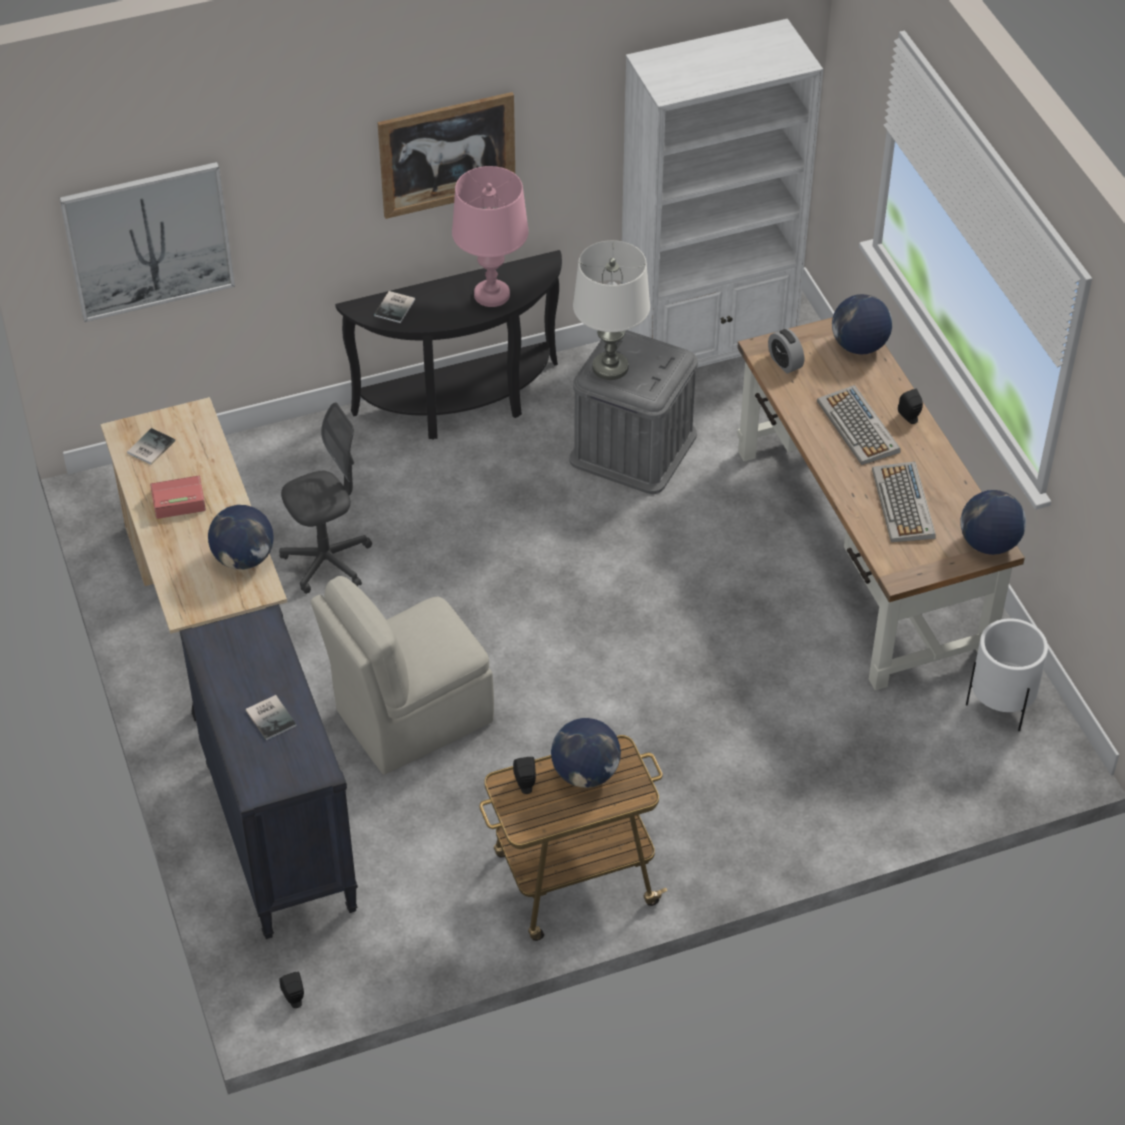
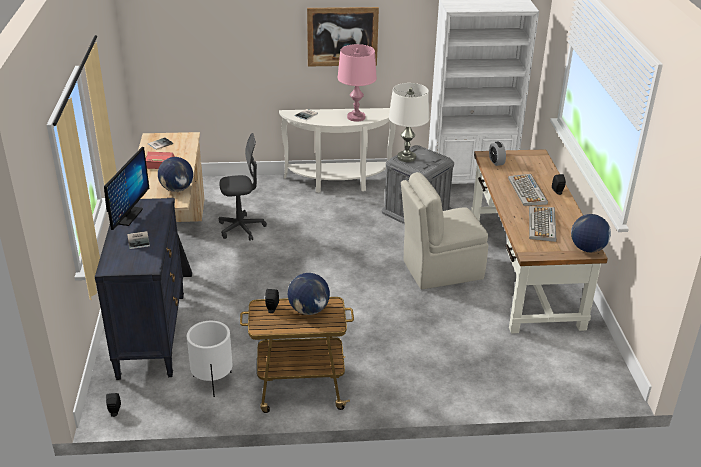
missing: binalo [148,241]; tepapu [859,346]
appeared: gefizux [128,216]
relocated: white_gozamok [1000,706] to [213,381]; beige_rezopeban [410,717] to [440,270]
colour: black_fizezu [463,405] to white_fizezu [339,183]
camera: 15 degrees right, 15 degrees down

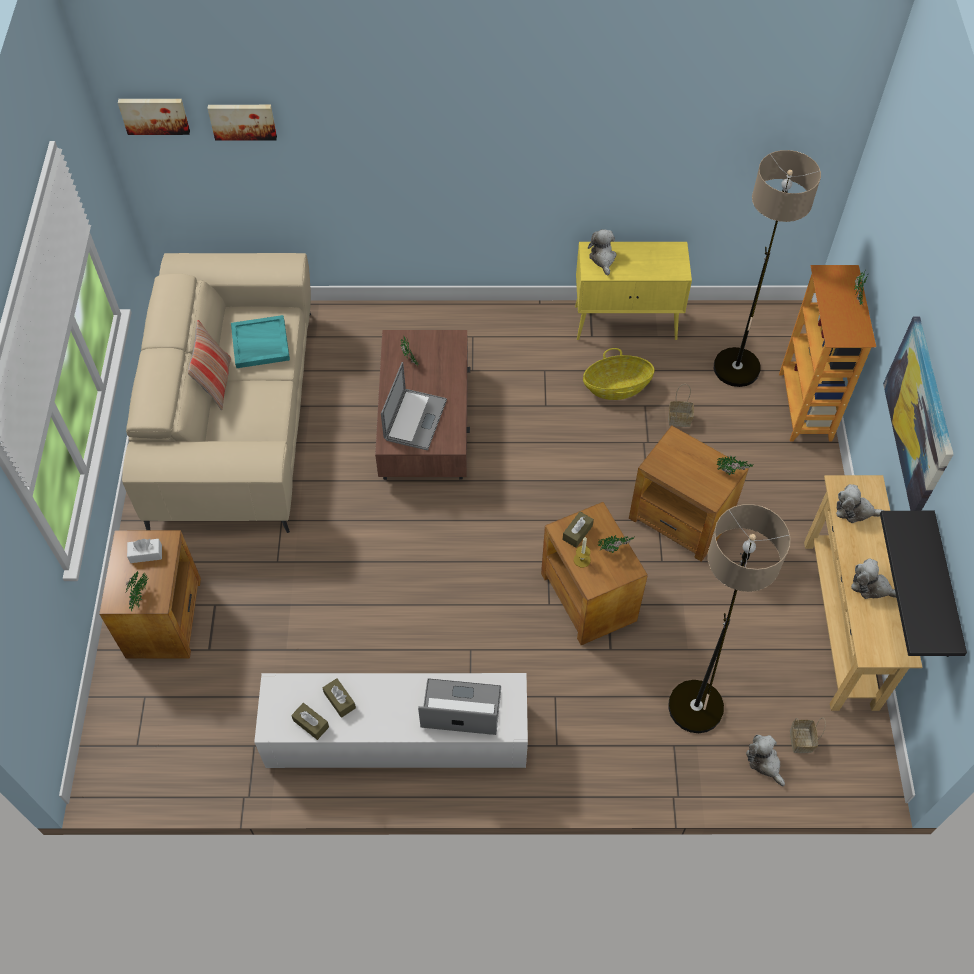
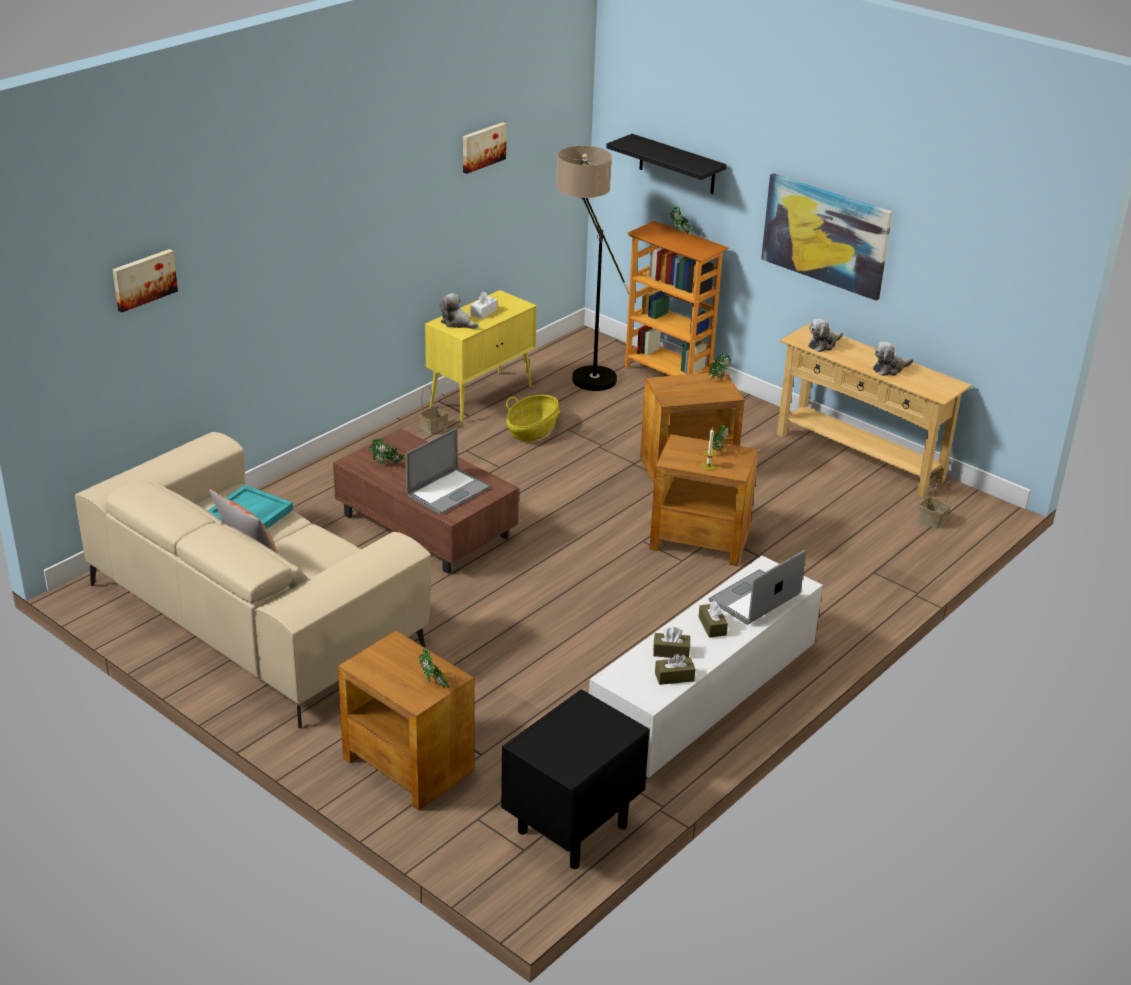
missing: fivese [700,687]; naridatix [764,762]
appeared: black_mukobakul [571,829]
relocated: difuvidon [680,419] to [434,427]; binalo [154,114] to [482,147]; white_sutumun [146,554] to [483,312]; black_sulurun [943,590] to [677,165]; brown_sutumun [577,532] to [712,626]
spun: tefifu [415,419] = [448,492] 75 degrees clockwise
camera: 50 degrees left, 25 degrees down

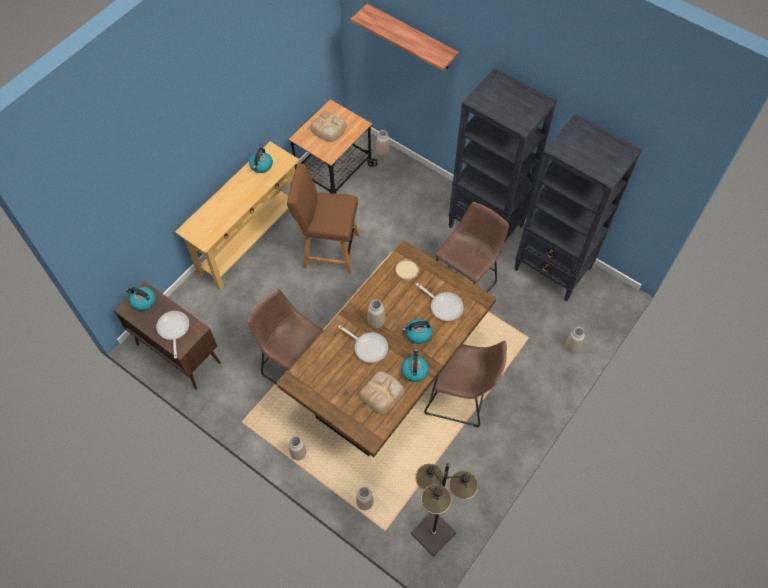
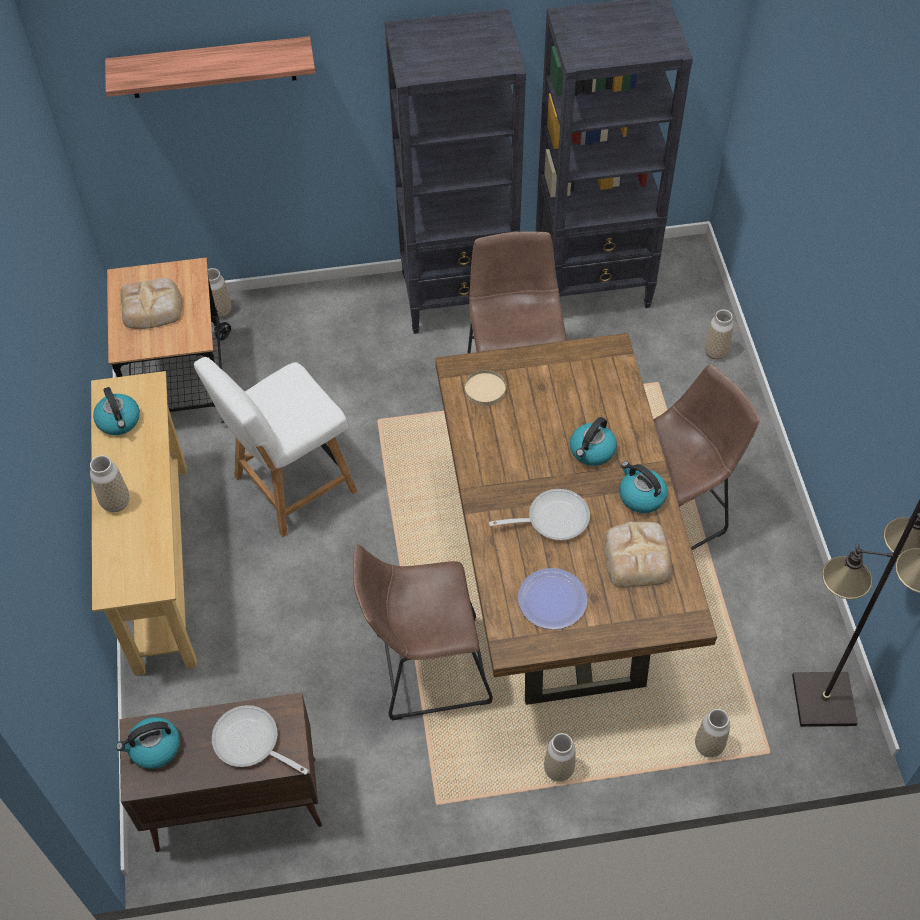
missing: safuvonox [444,306]
appeared: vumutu [552,599]
relocated: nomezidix [376,322] to [116,502]
colour: brown_rezopeban [328,250] to white_rezopeban [290,487]
camera: 45 degrees left, 5 degrees down

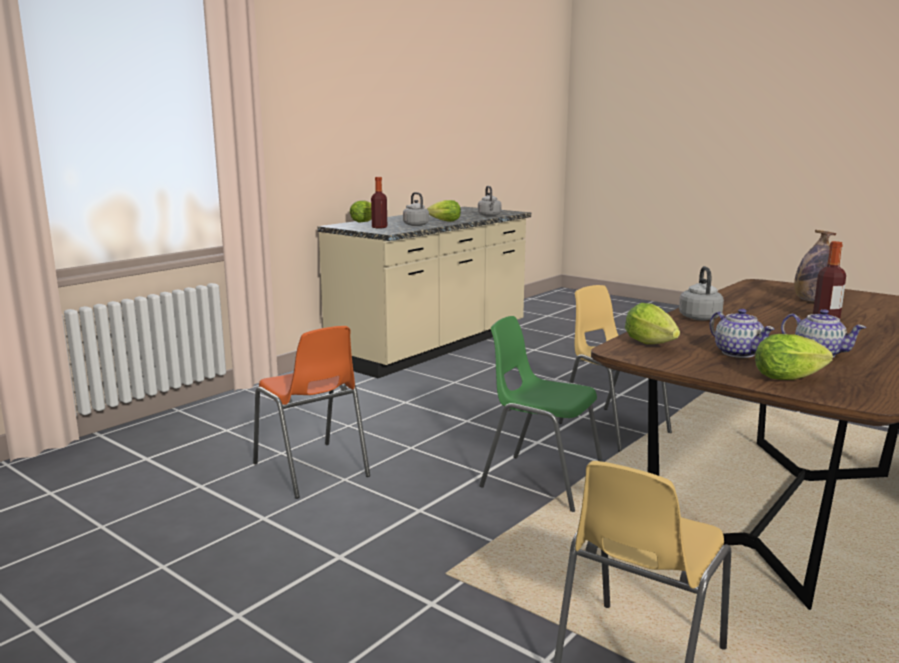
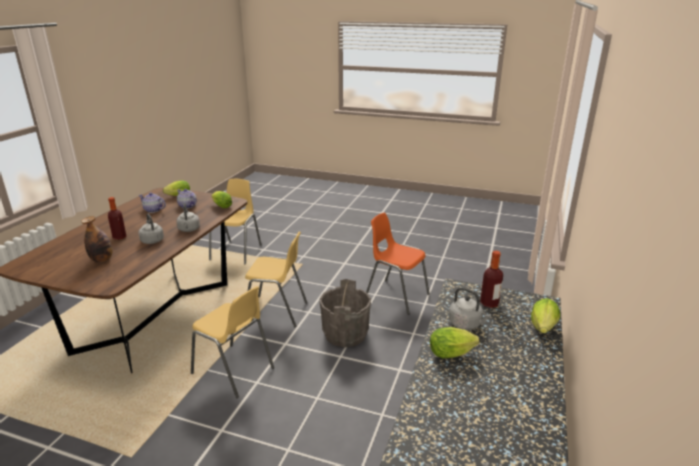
appeared: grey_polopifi [345,334]
relocated: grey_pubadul [489,215] to [152,240]
colour: green_rezopeban [541,481] to yellow_rezopeban [276,312]
camera: 160 degrees right, 10 degrees up

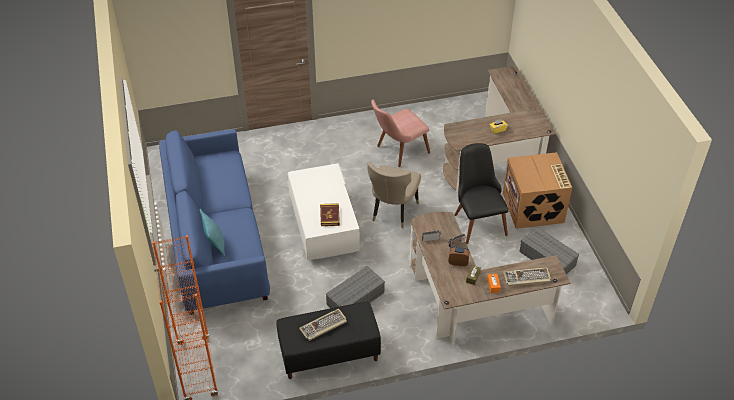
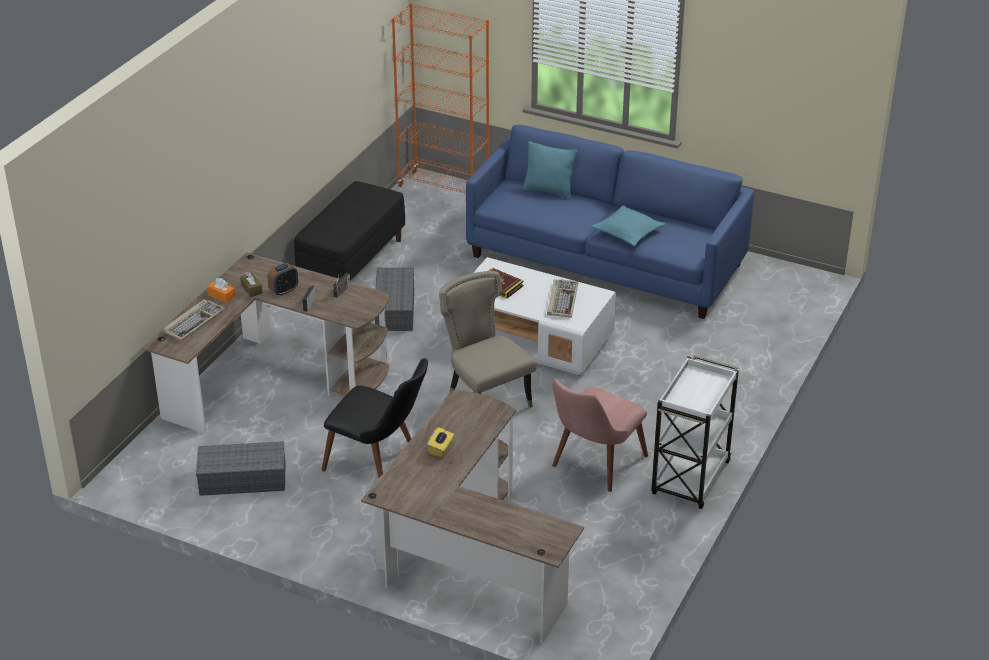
missing: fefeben [534,208]
appeared: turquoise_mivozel [628,232]; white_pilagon [690,479]
relocated: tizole [323,326] to [562,300]
spun: pink_rezopeban [397,151] = [593,467] 150 degrees counterclockwise
camera: 130 degrees right, 10 degrees down

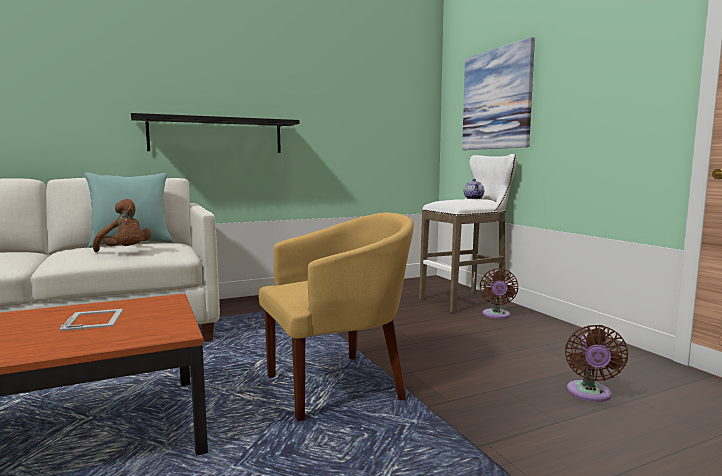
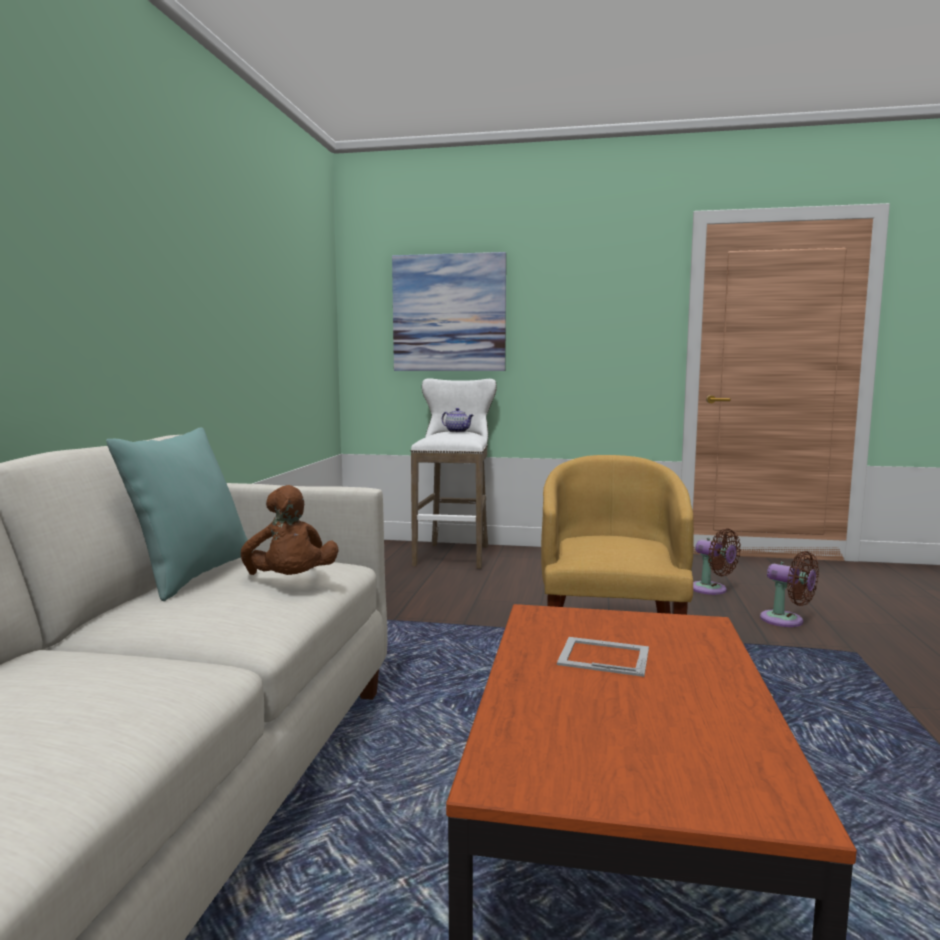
missing: black_sulurun [216,135]
relocated: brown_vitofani [496,315] to [786,621]
spun: brown_naridatix [125,251] = [290,582] 90 degrees clockwise
camera: 55 degrees left, 0 degrees up

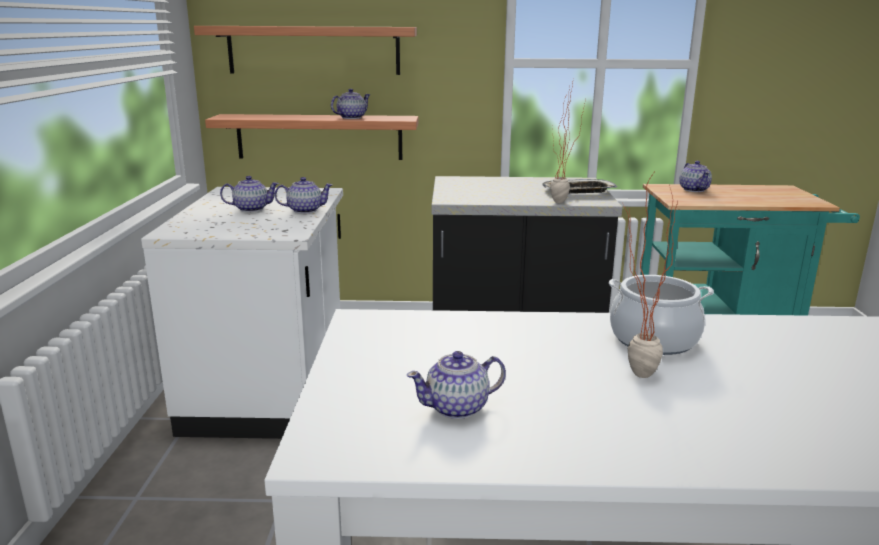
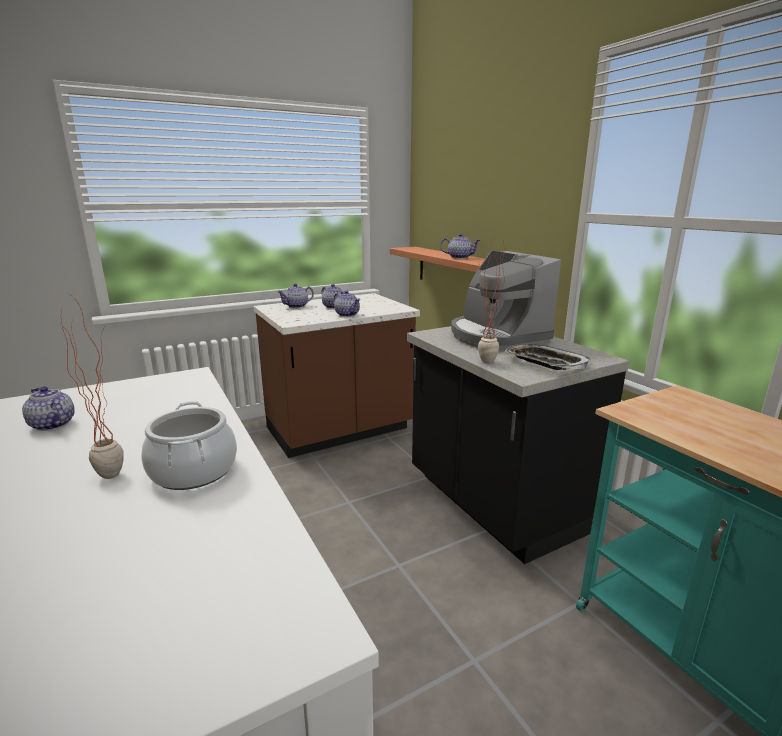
missing: sulurun [313,50]
appeared: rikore [496,336]
relocated: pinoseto [694,189] to [297,306]
colour: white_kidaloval [270,387] to brown_kidaloval [340,430]
camera: 60 degrees right, 0 degrees up

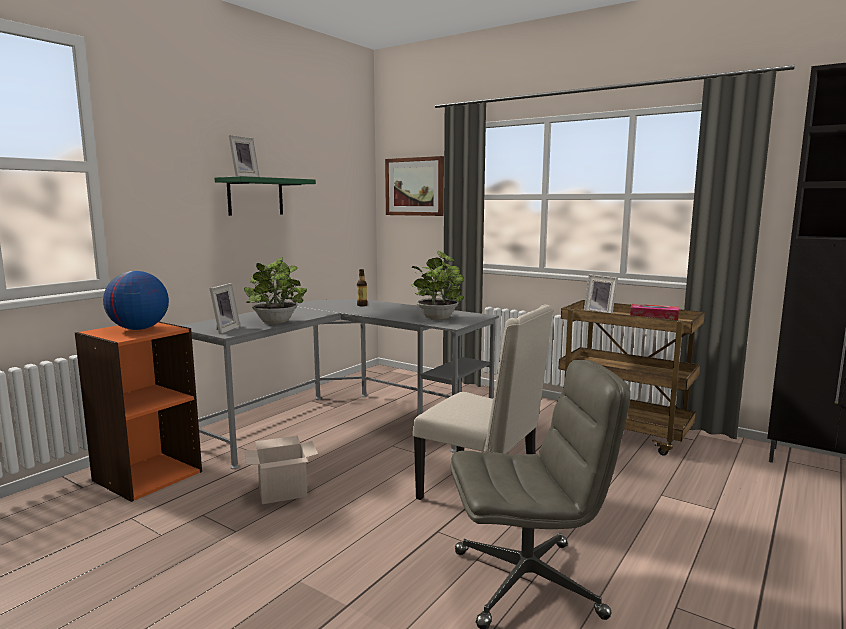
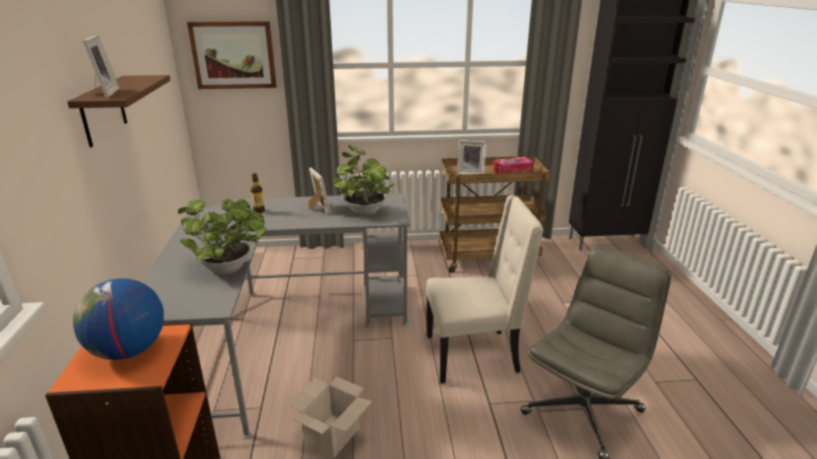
relocated: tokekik [223,329] to [318,209]
colour: green_sulurun [255,197] to brown_sulurun [103,111]
camera: 40 degrees left, 15 degrees up

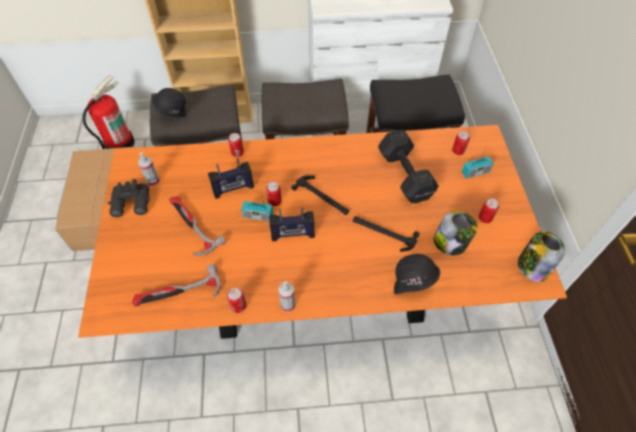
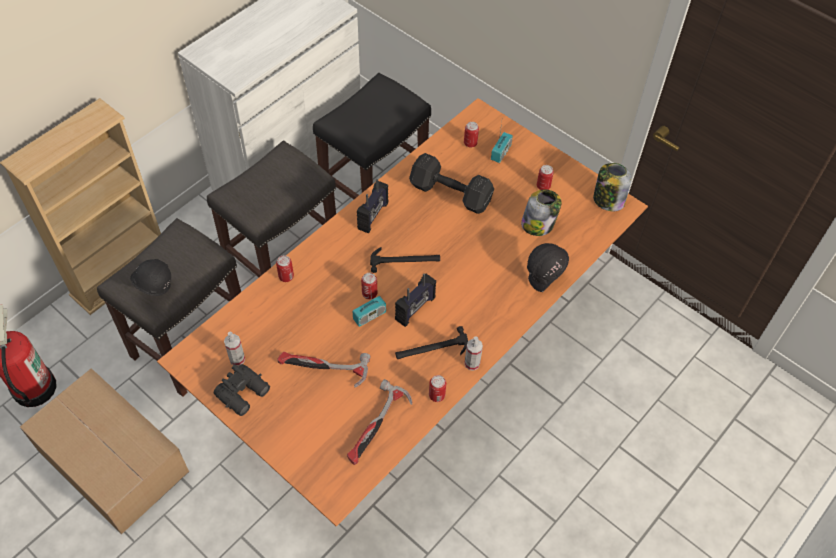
relocated: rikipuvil [233,189] to [373,216]; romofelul [383,233] to [432,349]
camera: 45 degrees left, 0 degrees up

